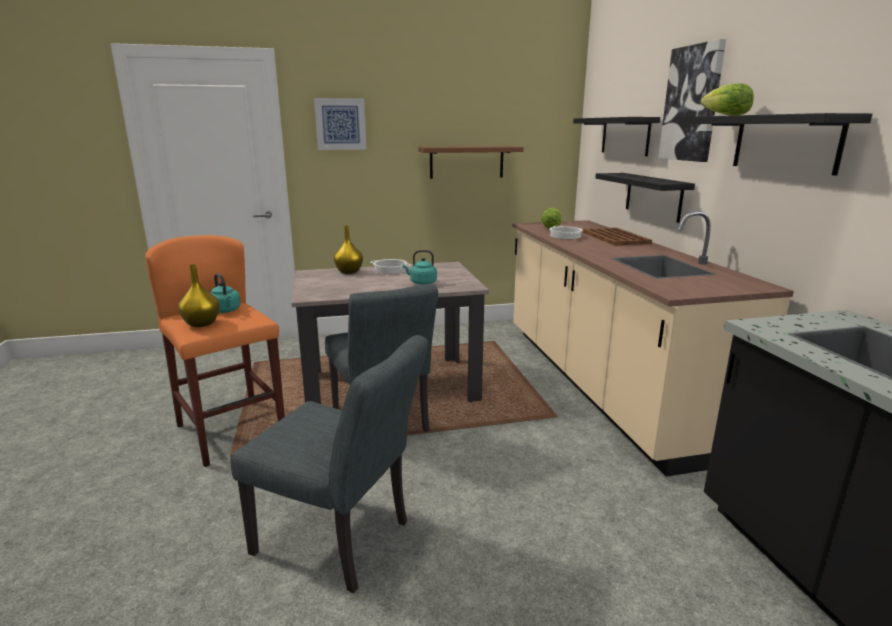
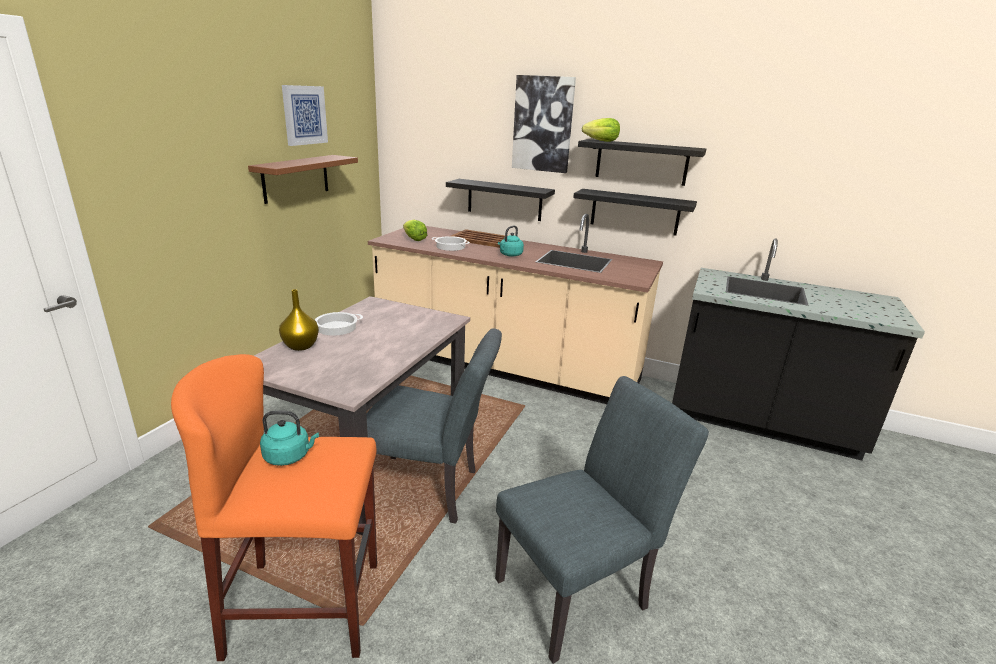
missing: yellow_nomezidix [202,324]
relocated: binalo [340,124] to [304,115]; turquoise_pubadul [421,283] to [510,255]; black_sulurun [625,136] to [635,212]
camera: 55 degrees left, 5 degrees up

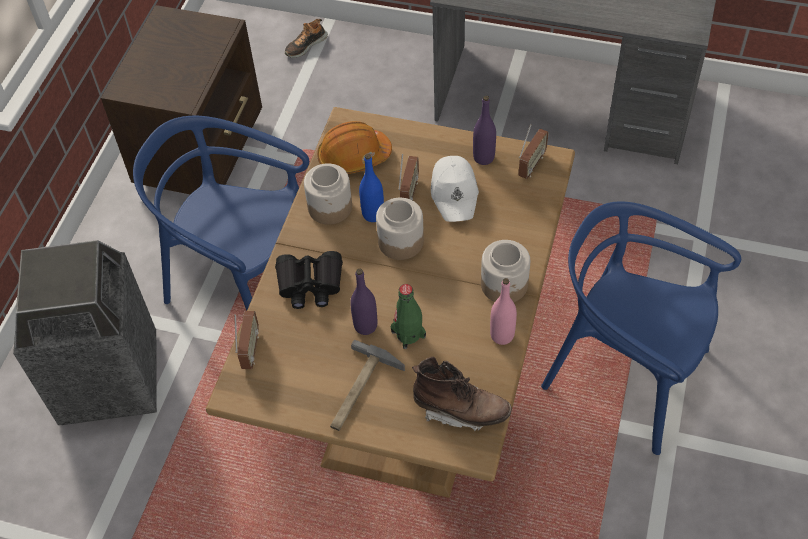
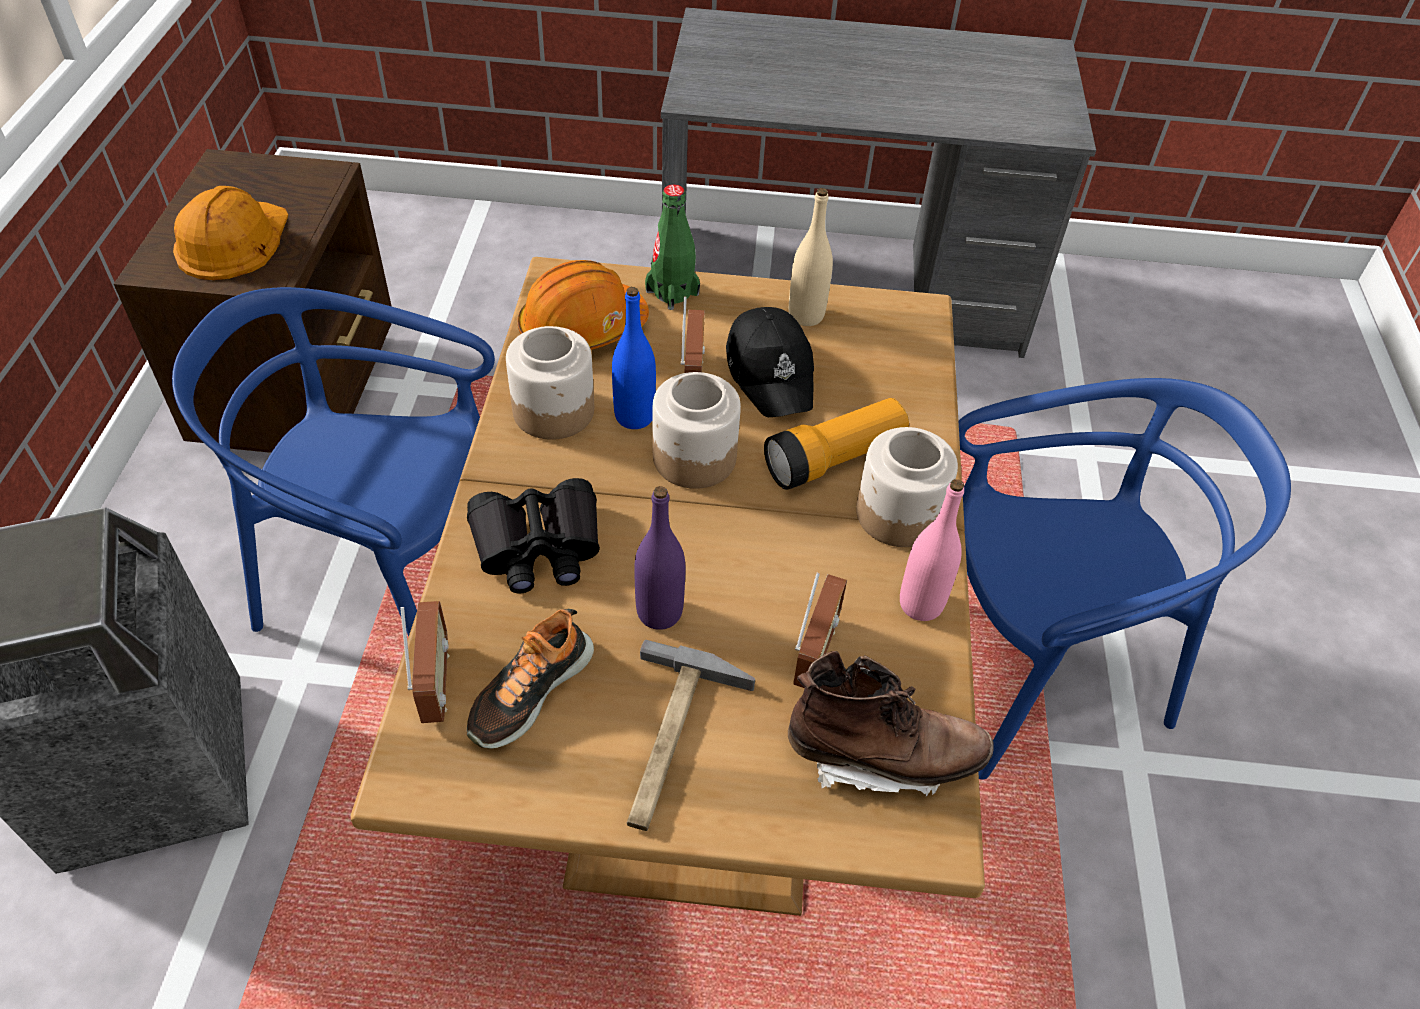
appeared: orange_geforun [232,240]; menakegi [834,459]
relocated: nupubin [305,45] to [529,691]; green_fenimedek [408,334] to [672,292]; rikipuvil [531,165] to [814,653]
colour: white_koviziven [455,193] to black_koviziven [771,372]; purple_fenimedek [483,157] to beige_fenimedek [806,315]
spun: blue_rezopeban [625,375] = [1036,668] 150 degrees clockwise
camera: 15 degrees left, 5 degrees down

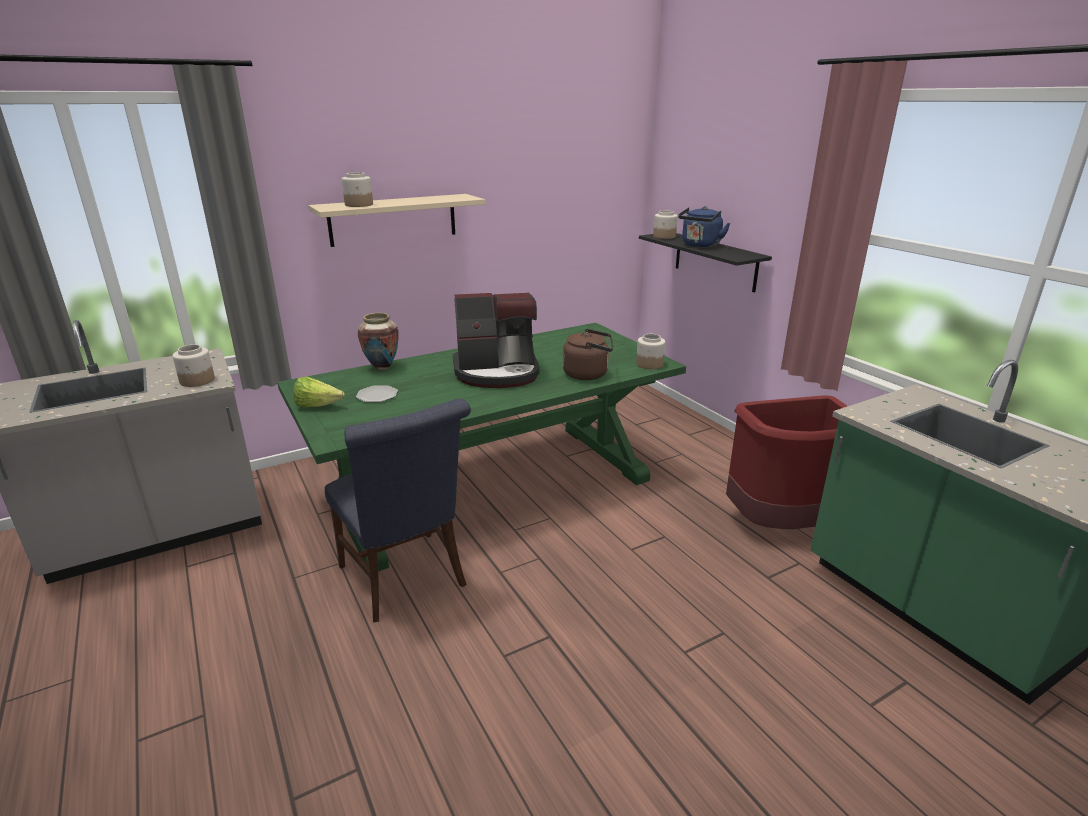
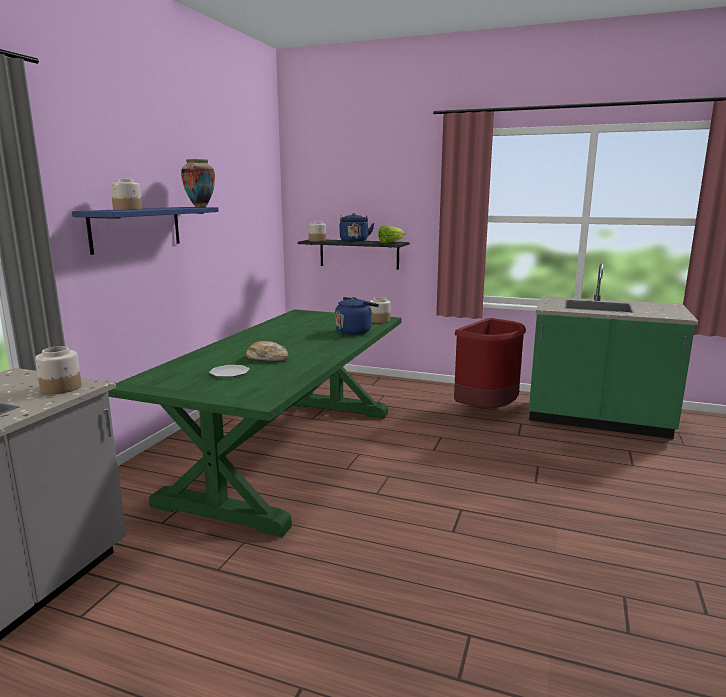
missing: blue_rezopeban [406,579]; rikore [497,372]
appeared: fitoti [267,358]
relocated: nomezidix [382,368] to [200,207]; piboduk [318,406] to [390,243]
colour: beige_sulurun [393,219] to blue_sulurun [136,228]; brown_pubadul [588,374] to blue_pubadul [355,331]
camera: 40 degrees left, 10 degrees down

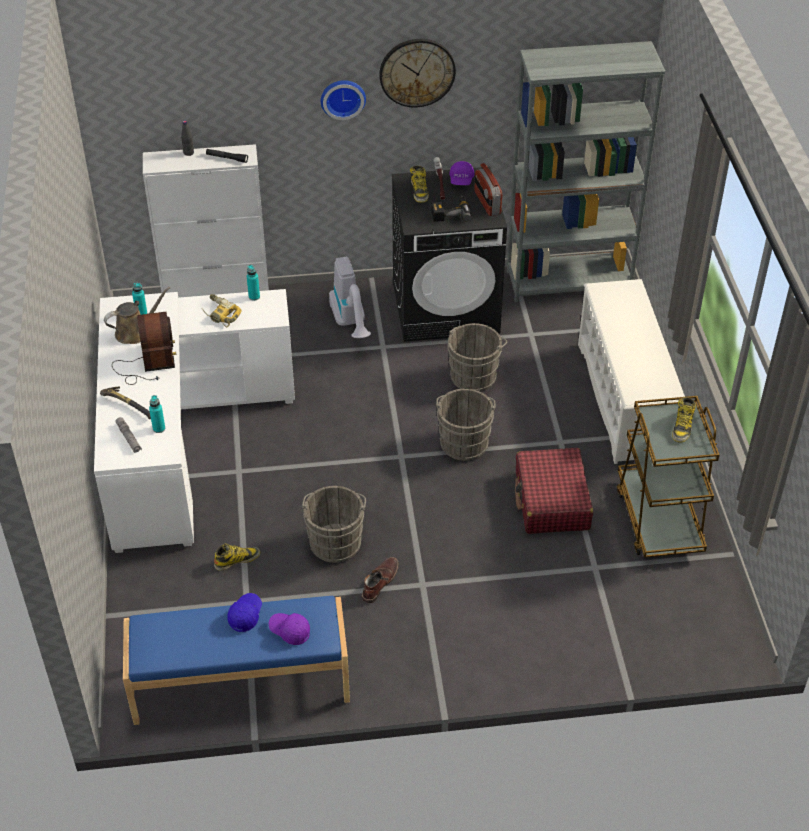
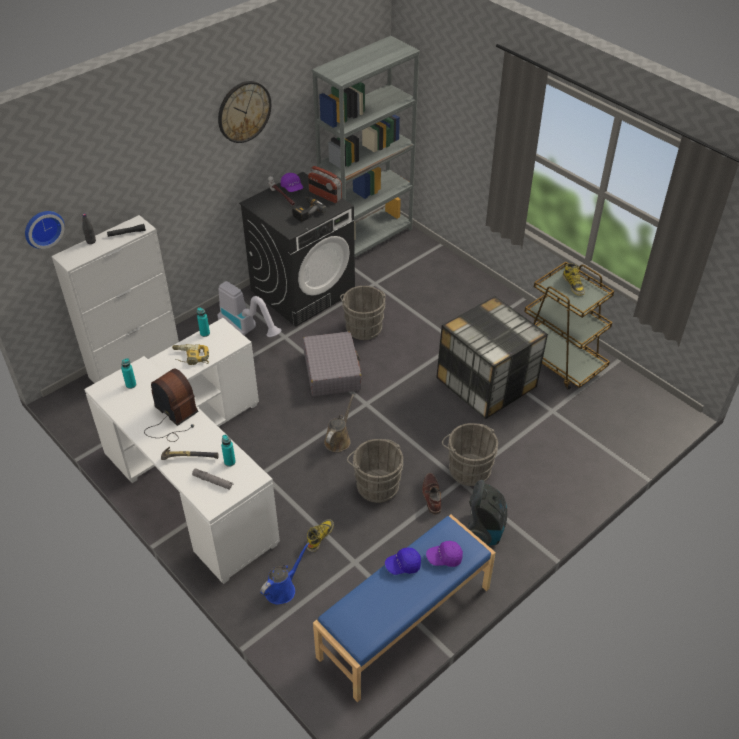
missing: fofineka [419,191]; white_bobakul [624,399]
appeared: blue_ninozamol [282,589]; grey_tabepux [332,371]; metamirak [484,531]
relocated: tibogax [342,97] to [43,228]; brown_ninozamol [135,332] to [338,439]; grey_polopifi [464,441] to [468,468]
exchanged: red_tabepux [551,501] to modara [487,383]
spun: blue_koviziven [245,615] = [403,565] 90 degrees counterclockwise
camera: 35 degrees left, 0 degrees up

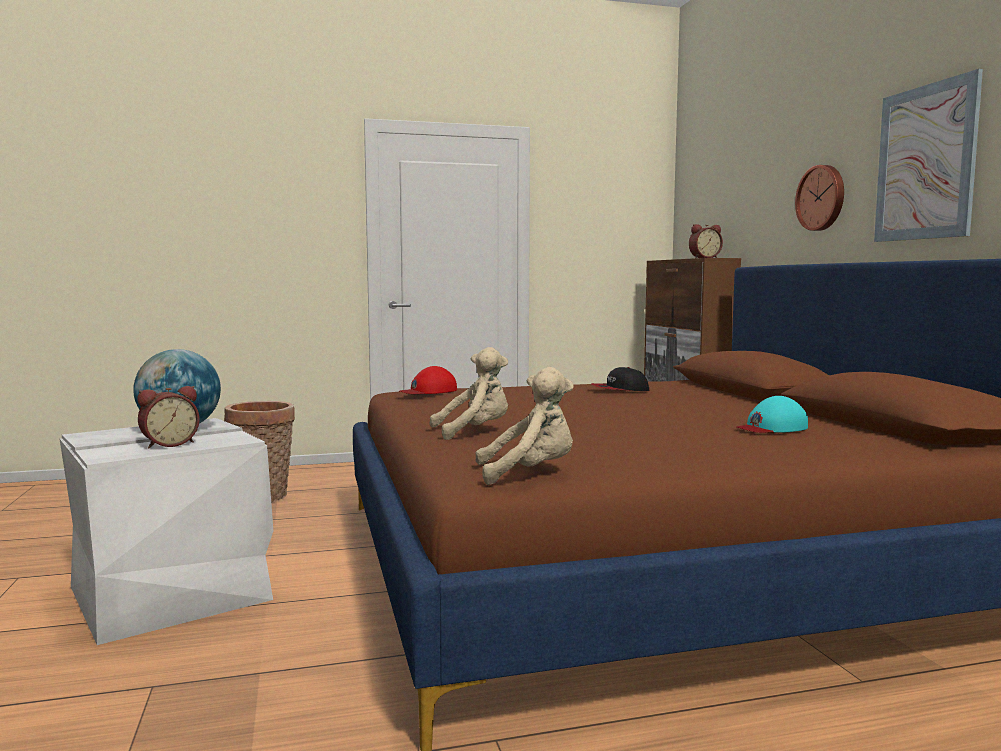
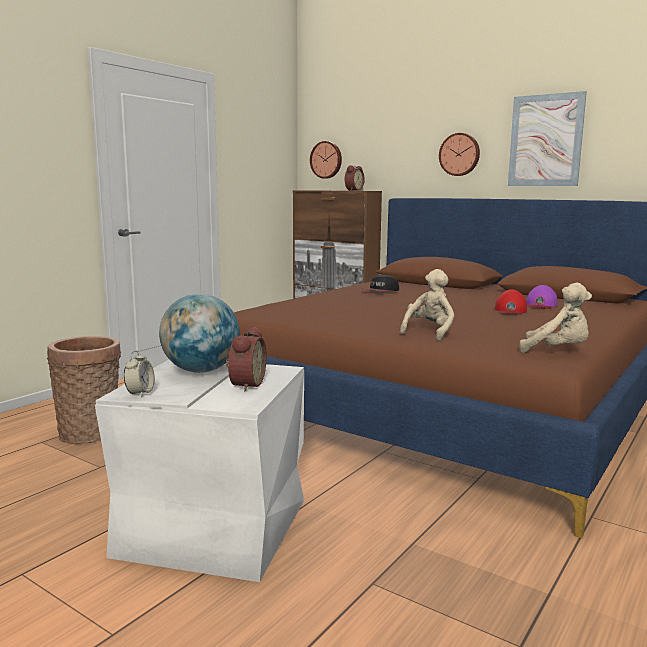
appeared: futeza [140,393]; tibogax [326,160]
relocated: red_koviziven [429,391] to [510,310]
colour: turquoise_koviziven [772,428] to purple_koviziven [540,305]
spun: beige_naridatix [530,474] = [557,351] 75 degrees clockwise
camera: 40 degrees left, 5 degrees up

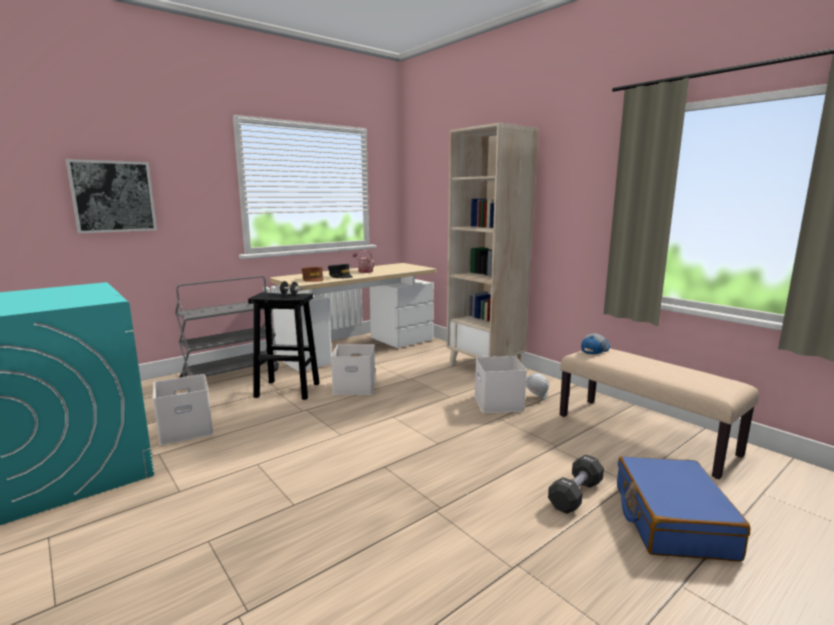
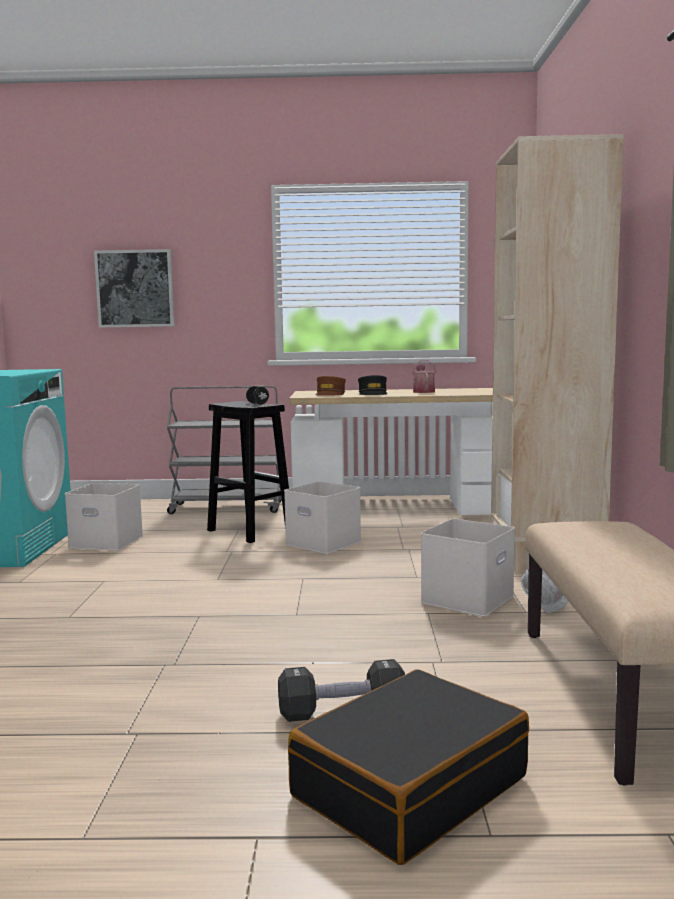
missing: koviziven [594,350]
colour: blue_tabepux [671,520] to black_tabepux [409,786]
camera: 40 degrees right, 5 degrees down

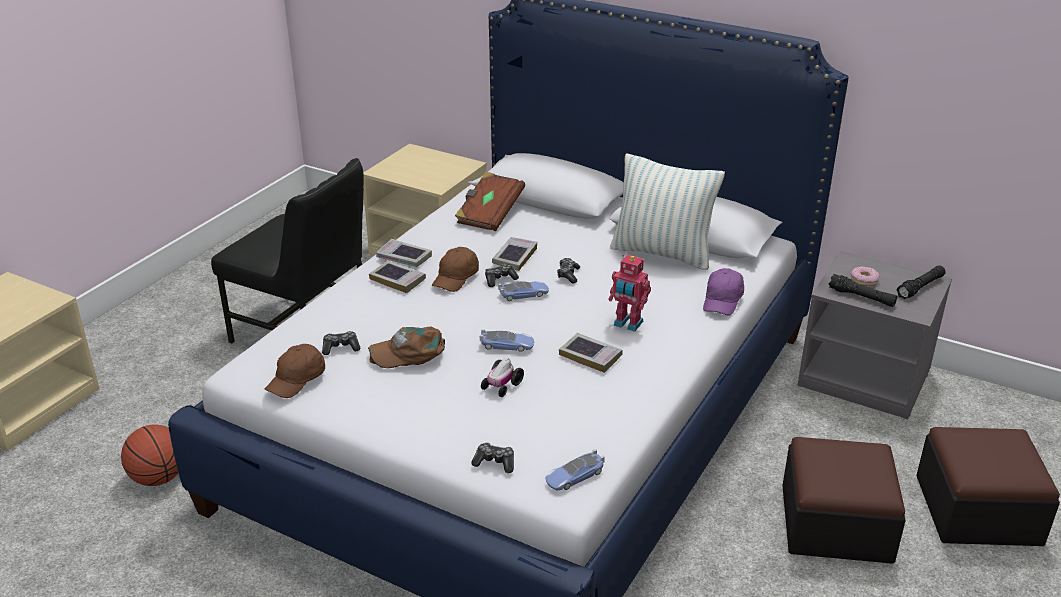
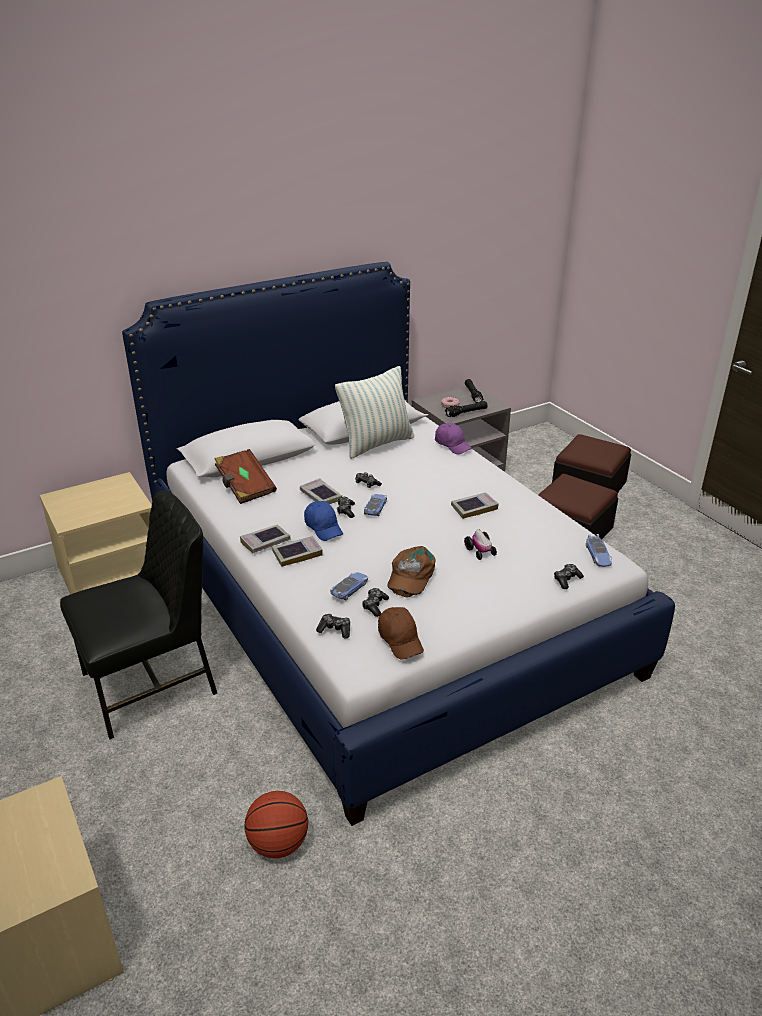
missing: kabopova [627,324]
appeared: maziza [335,630]
relocated: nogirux [507,345] to [349,589]
colour: brown_koviziven [456,278] to blue_koviziven [323,528]
camera: 60 degrees left, 0 degrees up

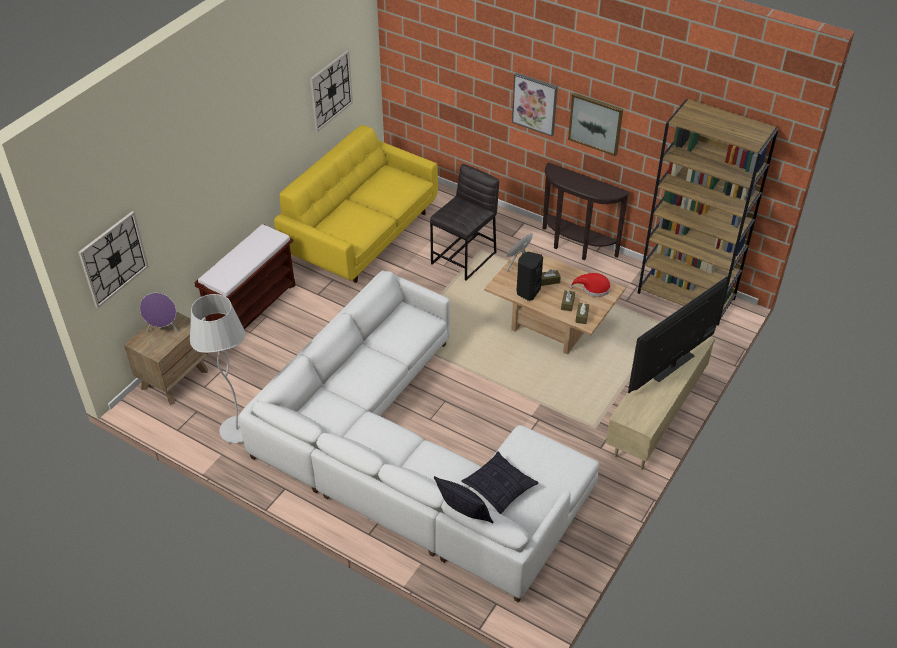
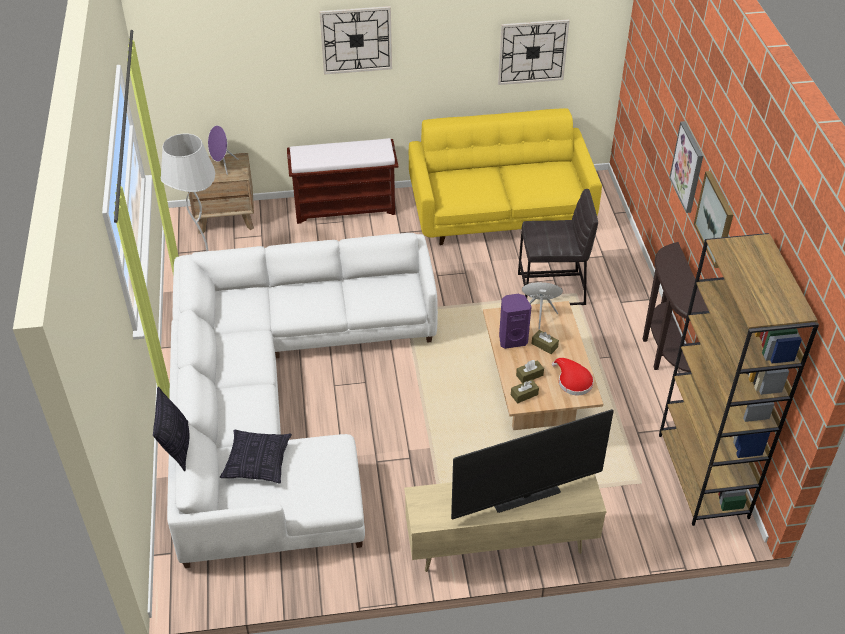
relocated: tibogax [113,259] to [356,40]
colour: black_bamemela [527,292] to purple_bamemela [512,339]
spun: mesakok [672,366] = [526,498] 150 degrees clockwise
camera: 50 degrees right, 0 degrees up

